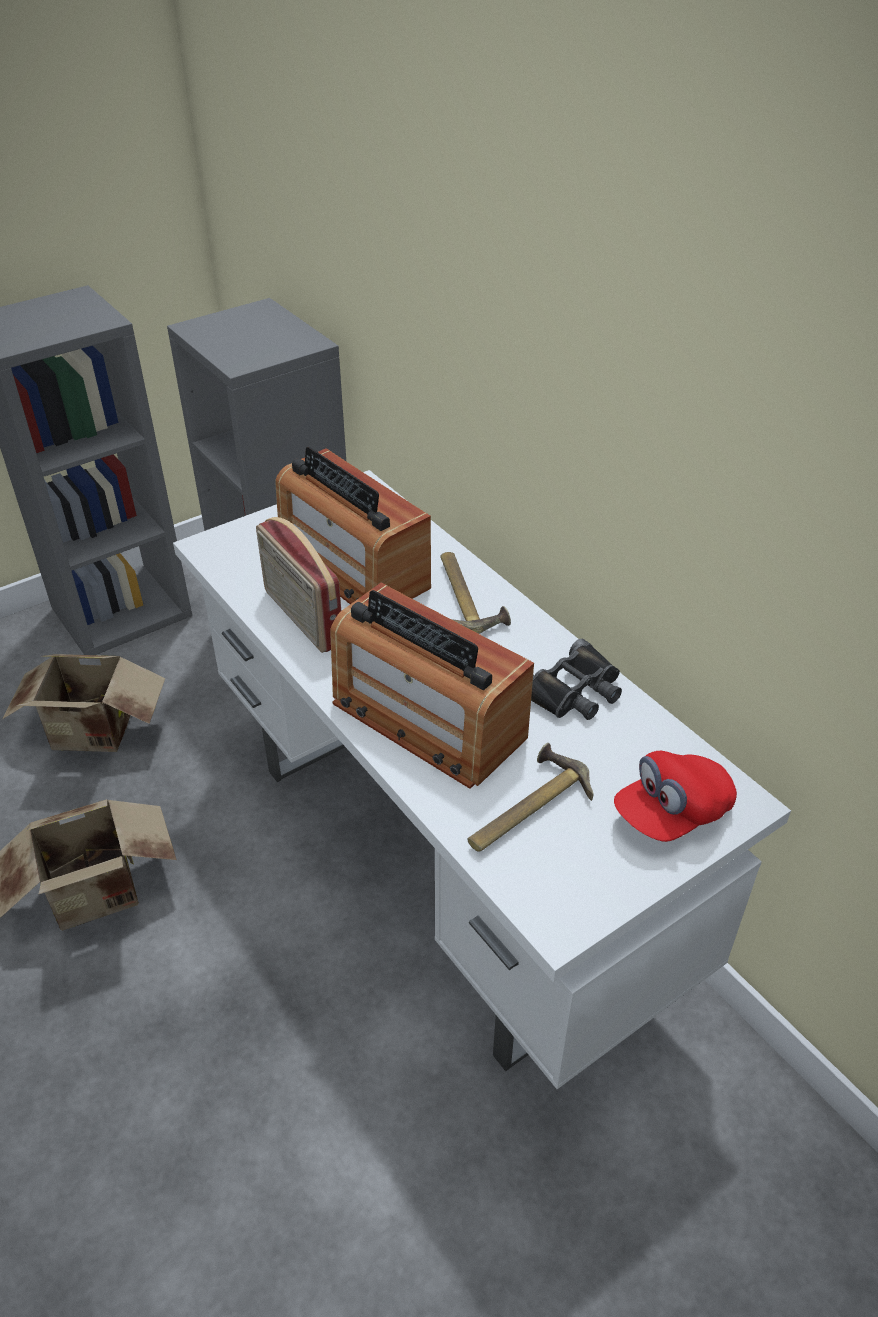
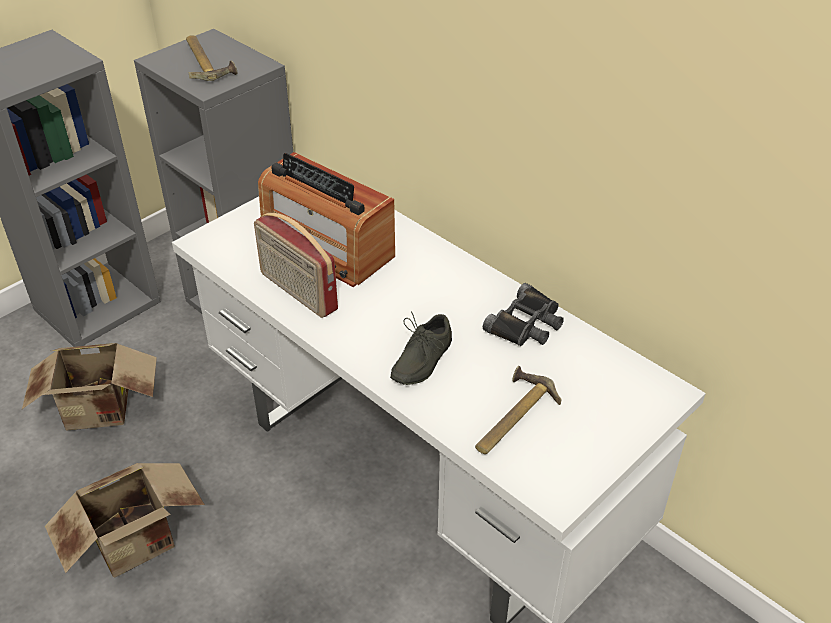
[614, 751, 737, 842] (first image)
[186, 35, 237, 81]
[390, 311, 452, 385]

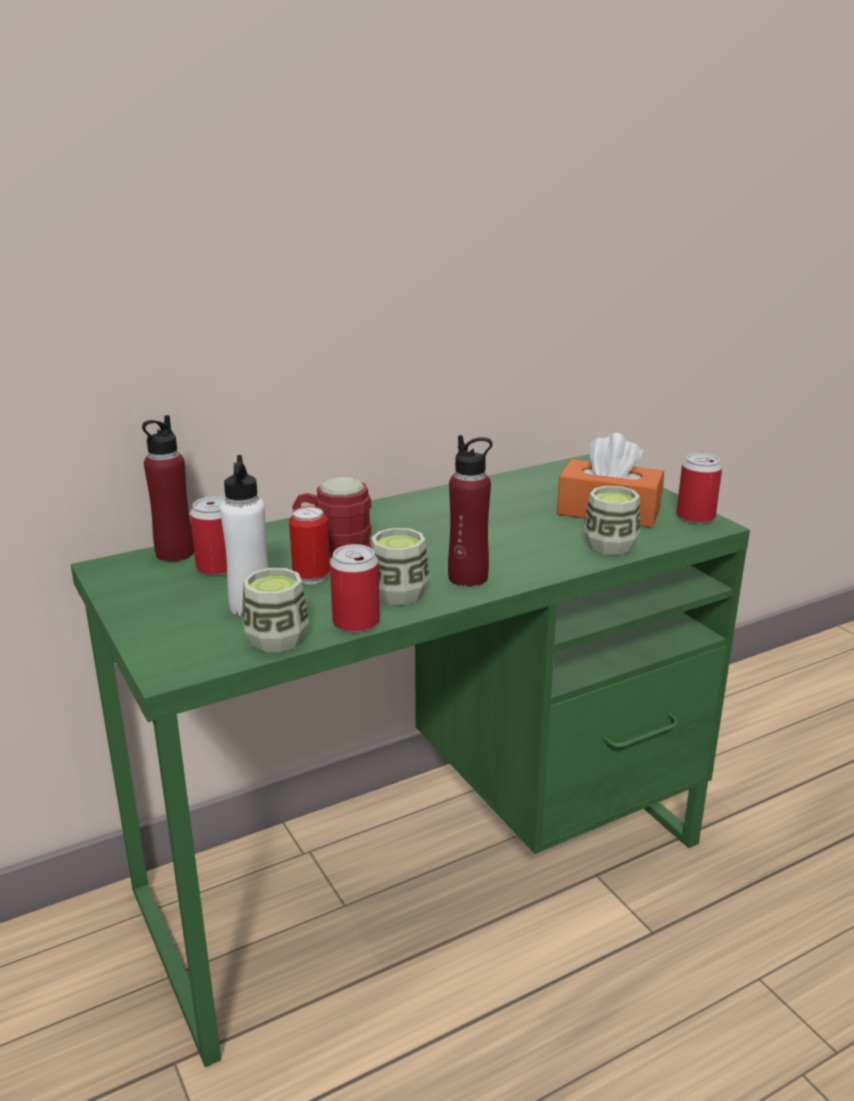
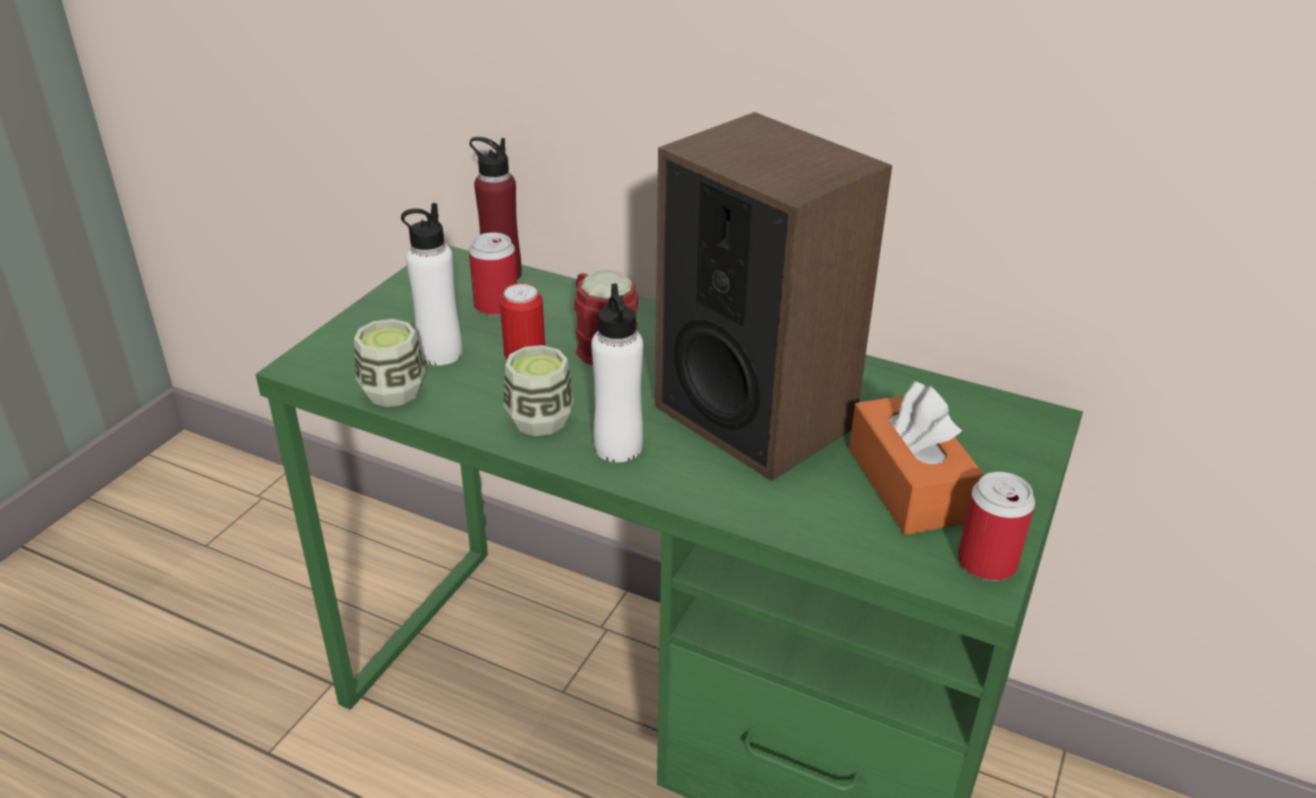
[330, 544, 380, 632] (first image)
[583, 486, 640, 555] (first image)
[655, 112, 892, 481]
[591, 283, 643, 462]

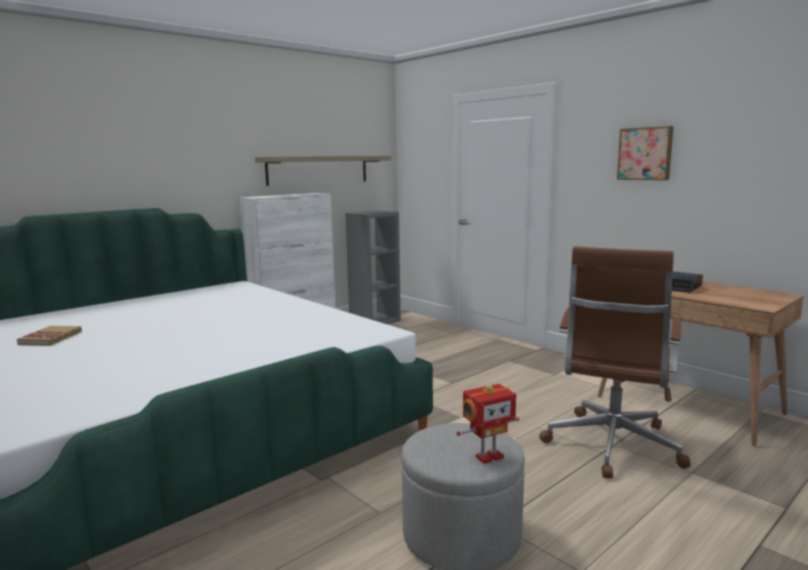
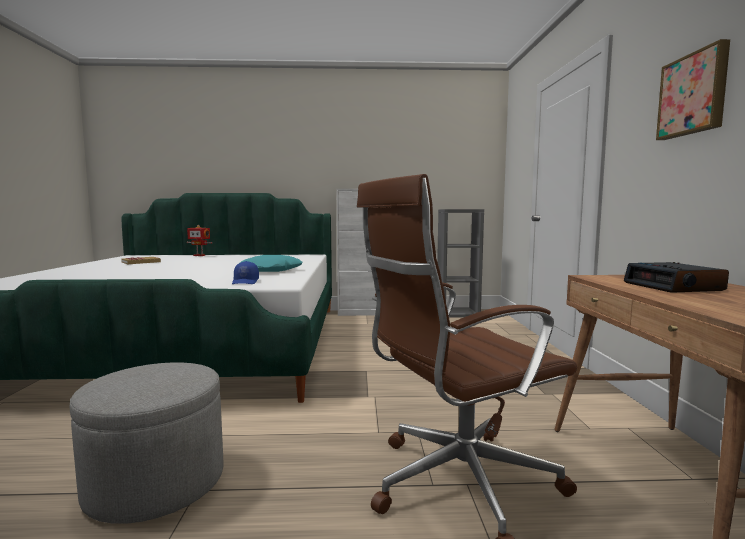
[255, 156, 391, 186] (first image)
[232, 261, 259, 284]
[240, 255, 303, 272]
[187, 225, 212, 256]

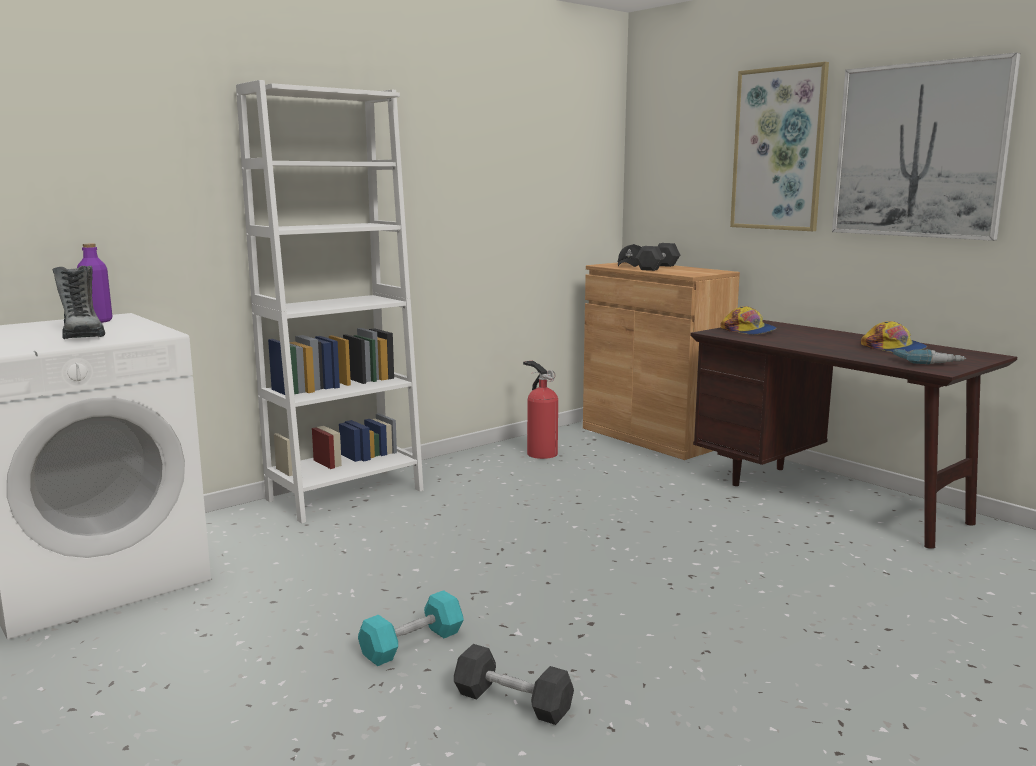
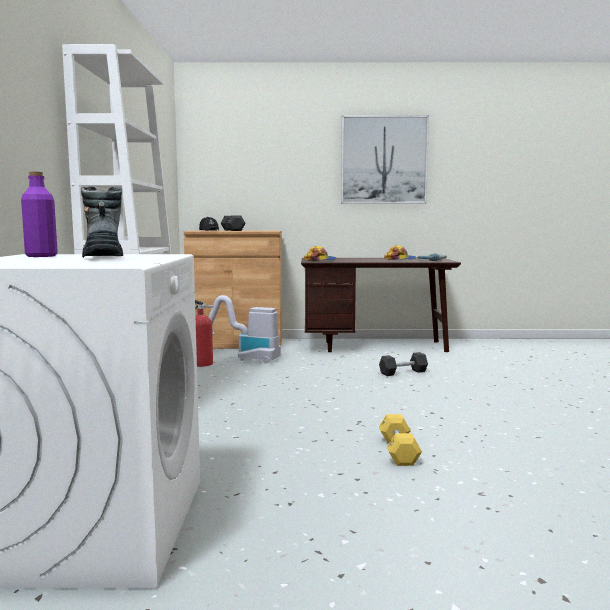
[730, 62, 829, 231] (first image)
[208, 295, 281, 364]
[379, 352, 428, 376]
[379, 414, 422, 466]
[81, 186, 123, 257]

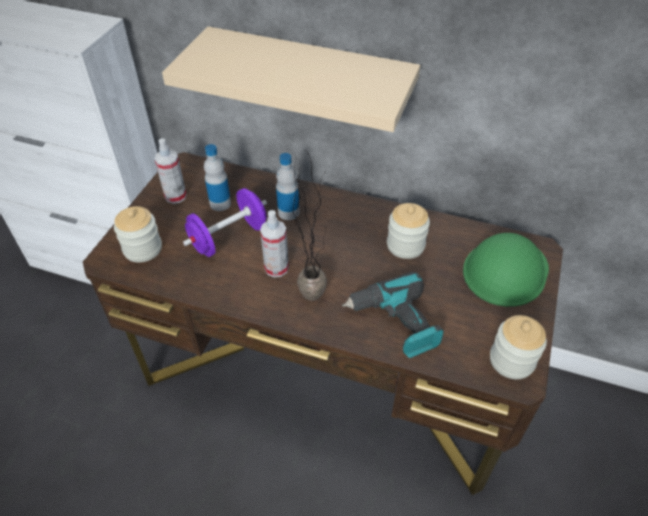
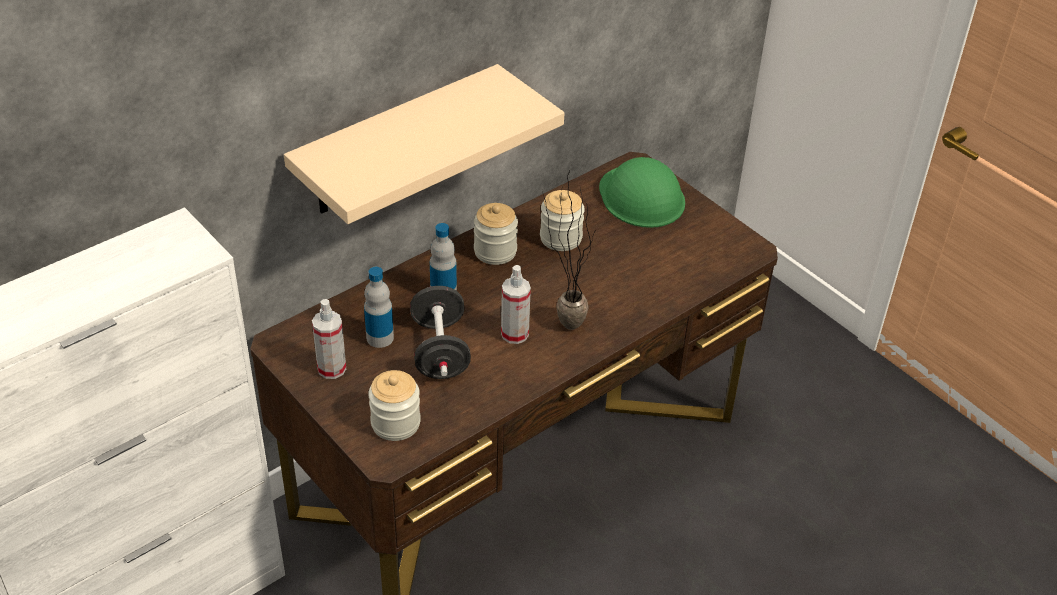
[342, 272, 444, 358] (first image)
[474, 203, 518, 265]
[410, 286, 471, 379]

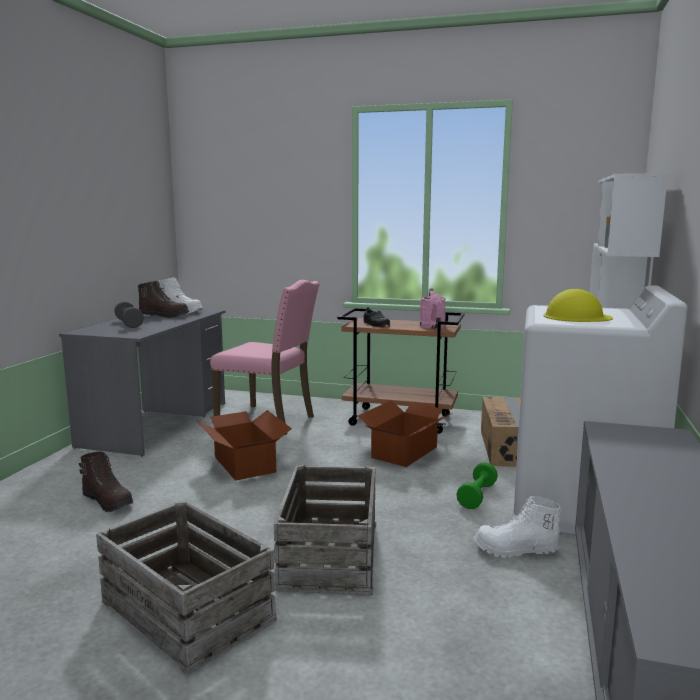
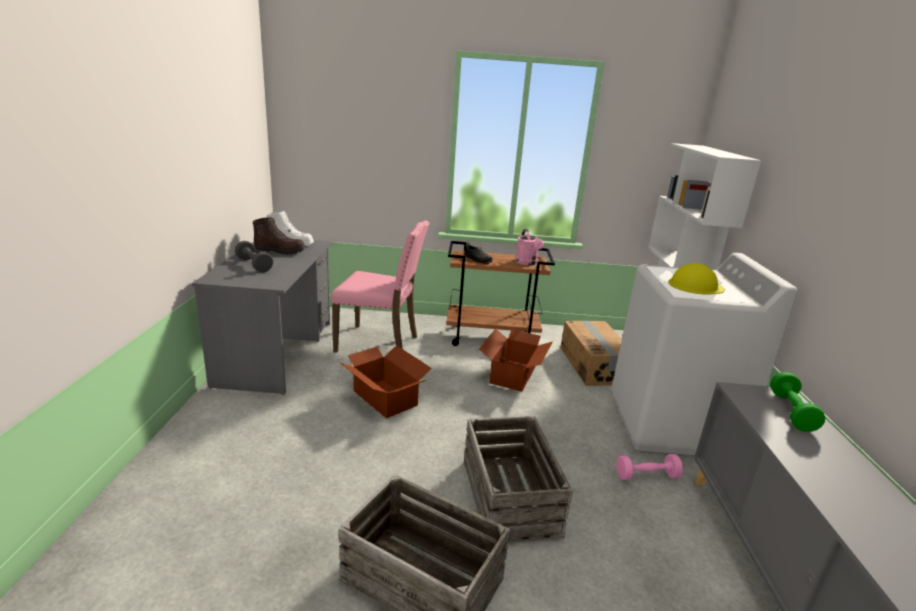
[79, 452, 133, 512] (first image)
[770, 372, 826, 432]
[616, 454, 683, 480]

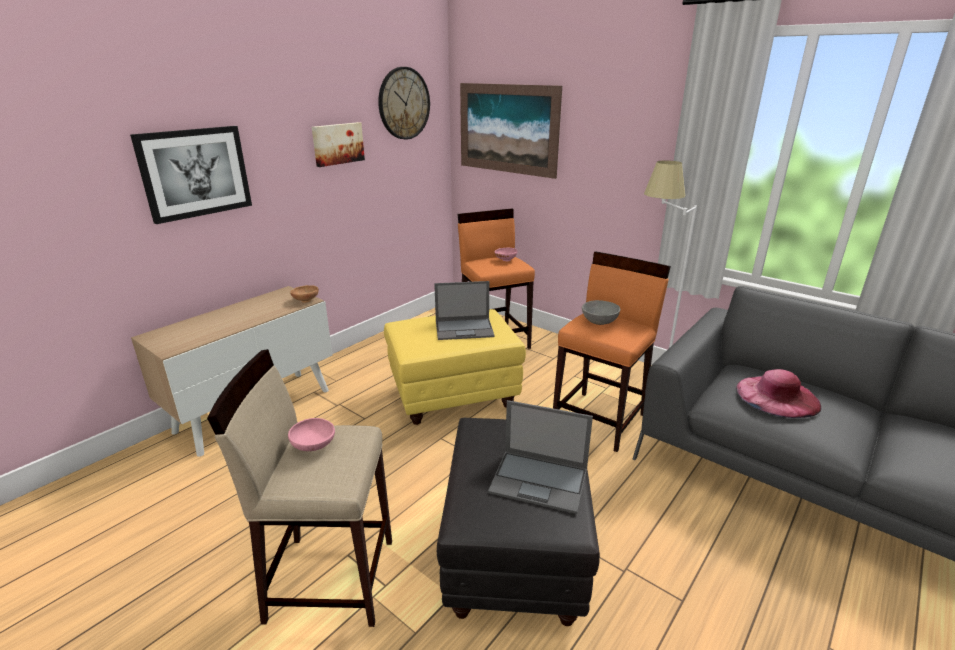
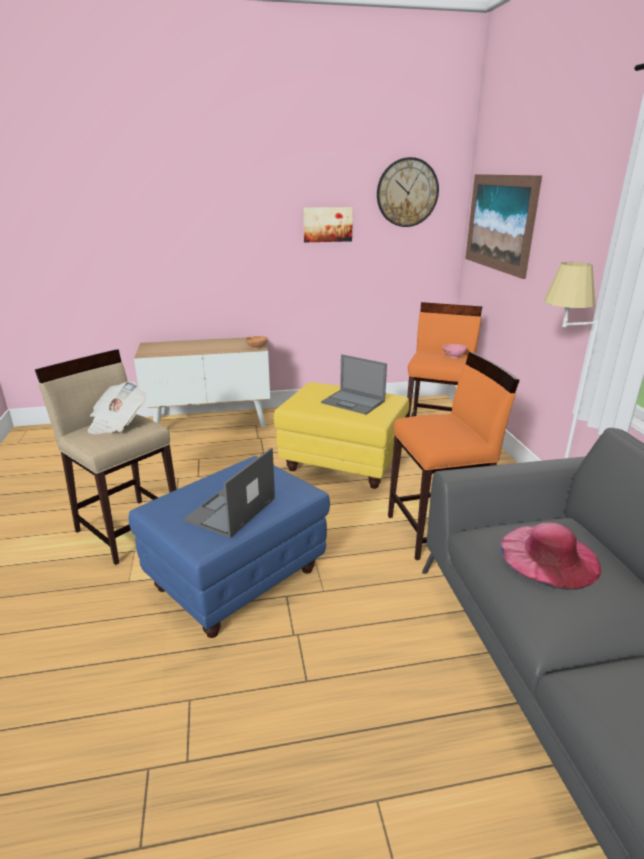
[130, 126, 252, 224] (first image)
[582, 300, 620, 325] (first image)
[87, 381, 146, 434]
[129, 456, 330, 638]
[183, 448, 275, 538]

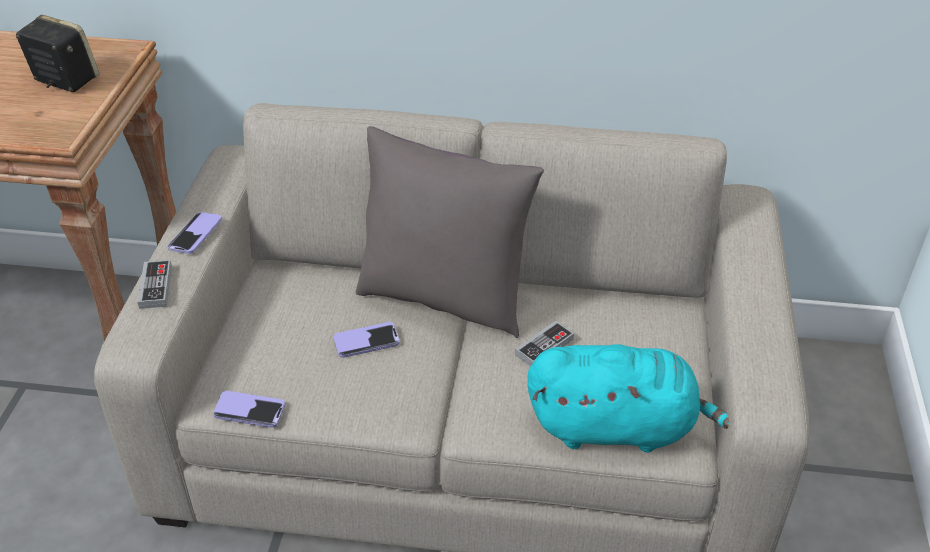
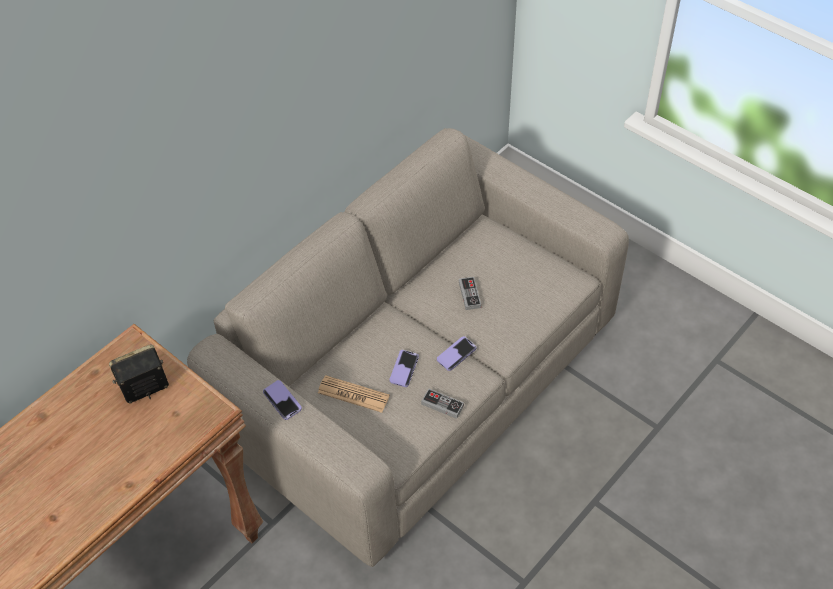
[356, 126, 544, 338] (first image)
[528, 344, 729, 453] (first image)
[318, 375, 390, 413]
[421, 389, 464, 419]
[437, 336, 476, 371]

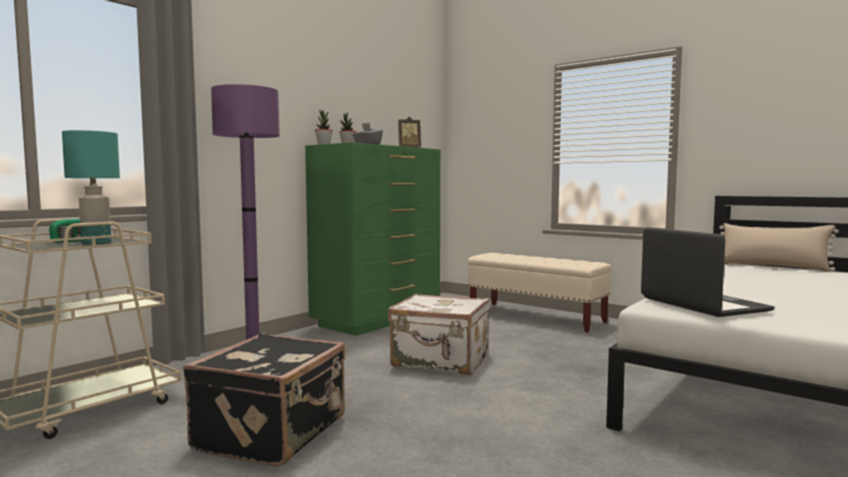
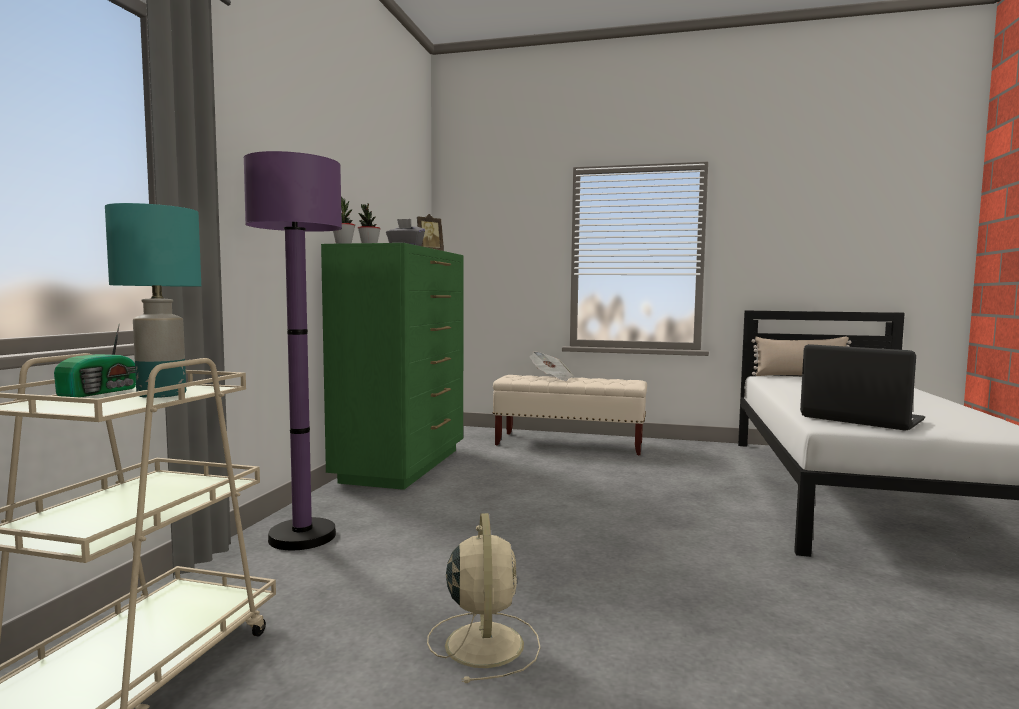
[388, 293, 490, 375] (first image)
[530, 351, 574, 381]
[427, 513, 540, 683]

